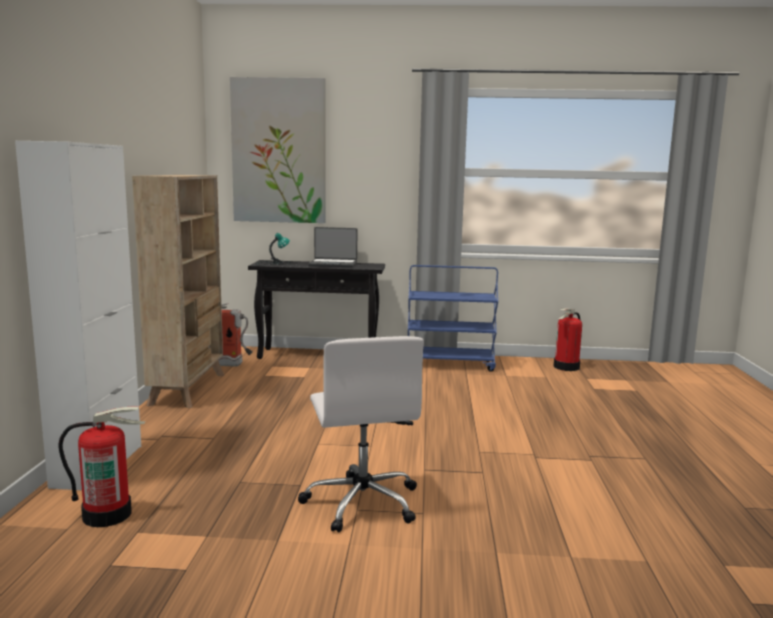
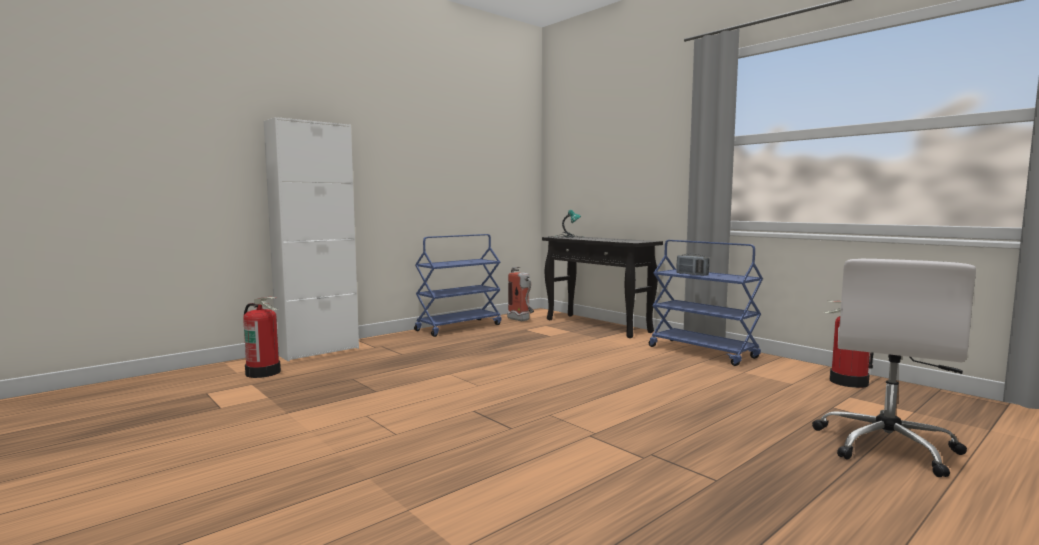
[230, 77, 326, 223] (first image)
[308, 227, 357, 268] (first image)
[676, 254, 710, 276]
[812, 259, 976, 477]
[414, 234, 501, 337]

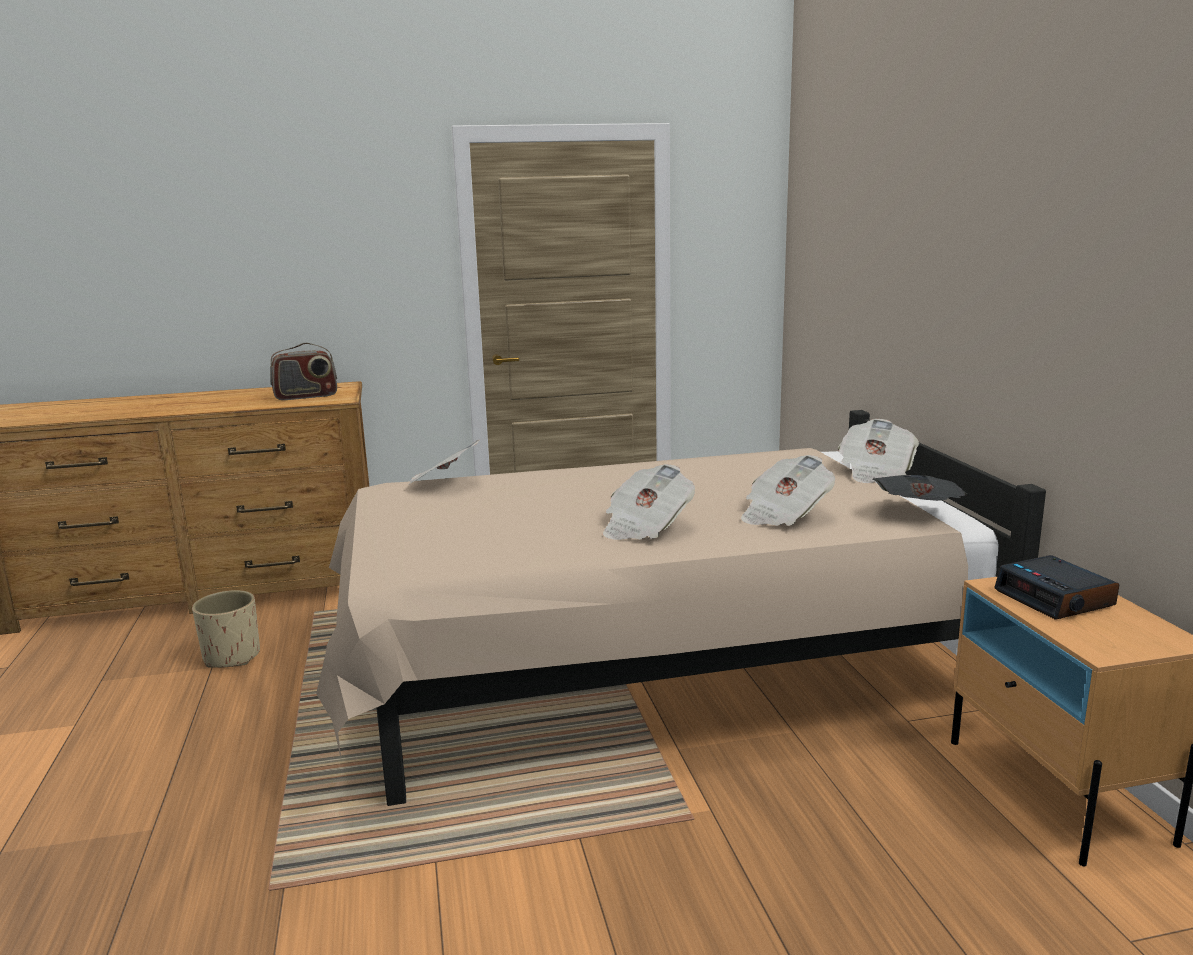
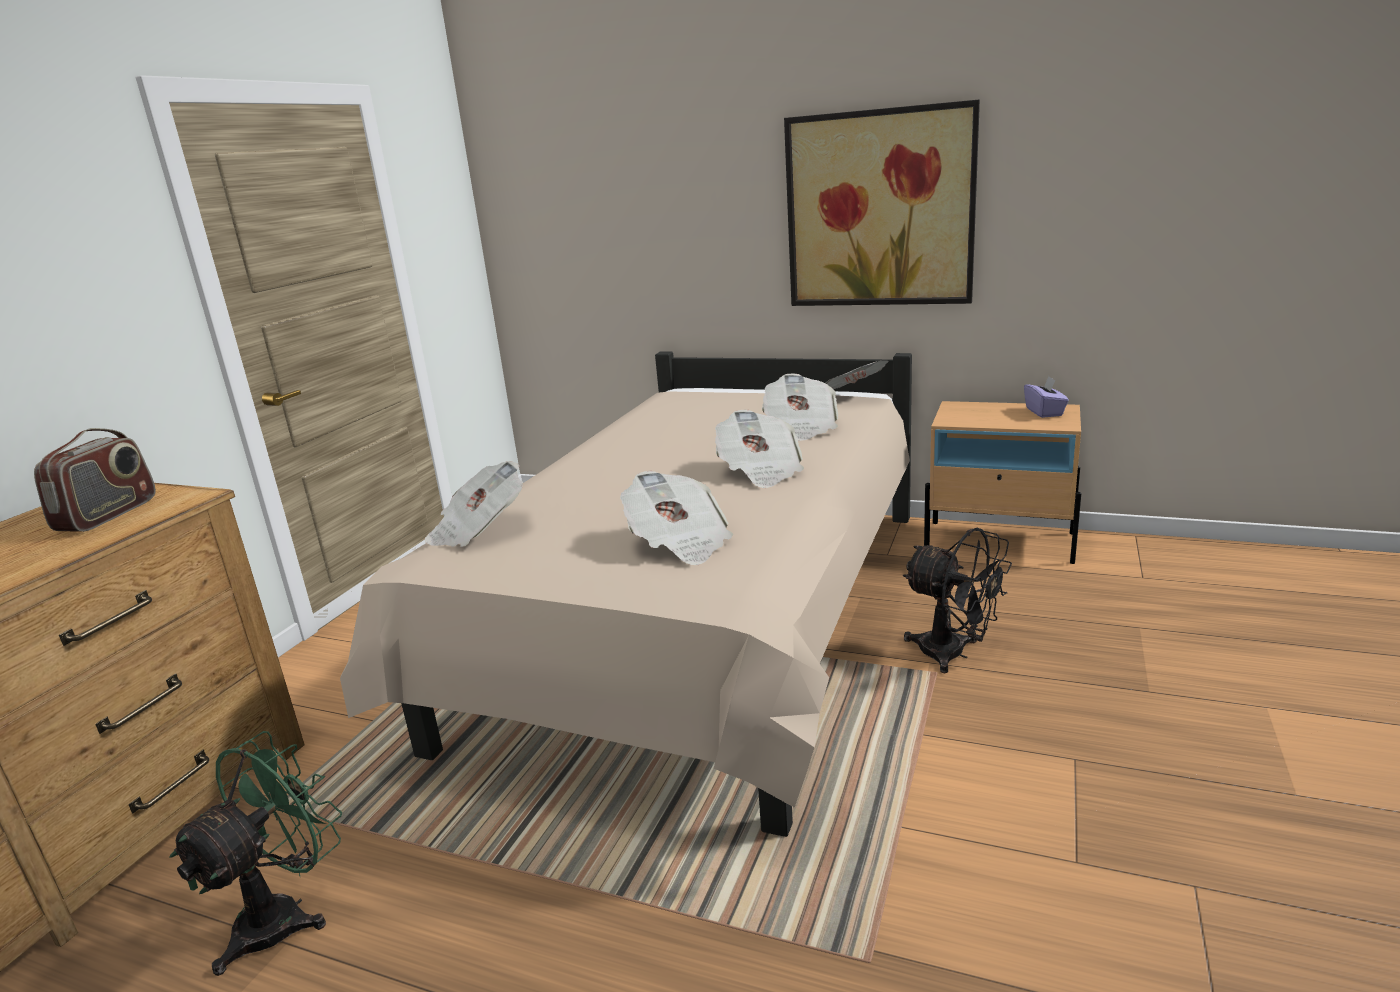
[994, 555, 1119, 620] (first image)
[784, 100, 980, 306]
[903, 528, 1012, 673]
[1024, 376, 1069, 418]
[620, 471, 733, 565]
[169, 731, 342, 976]

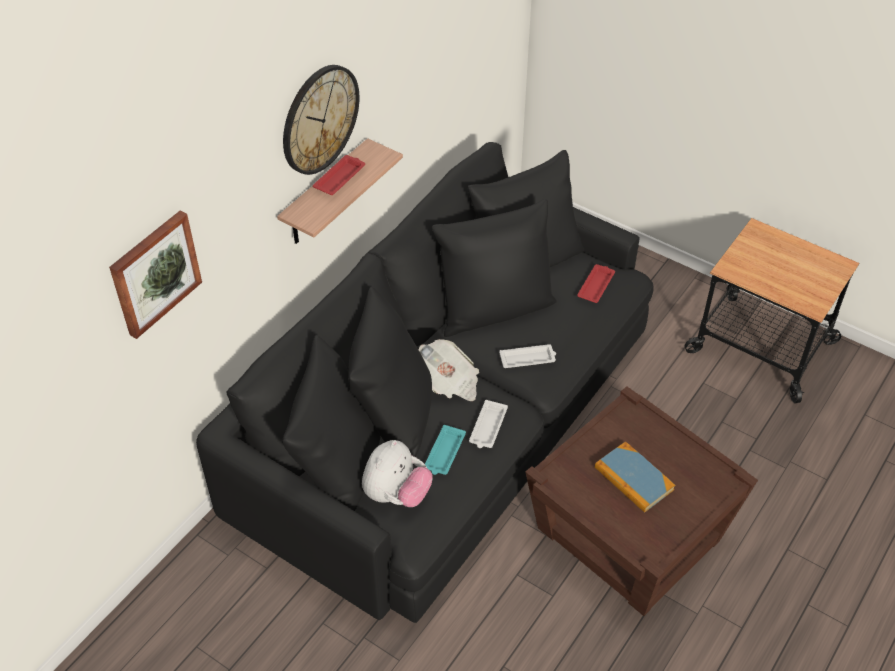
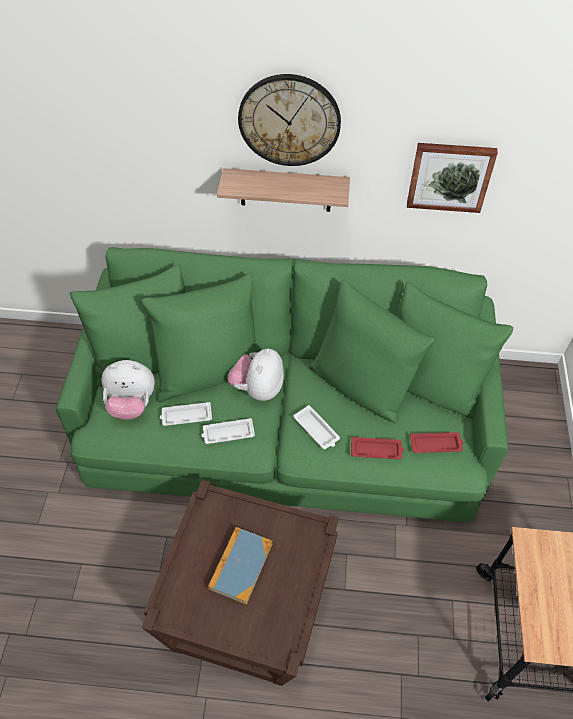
[407, 143, 498, 213]
[351, 437, 404, 459]
[228, 349, 284, 401]
[56, 247, 513, 523]
[160, 402, 212, 426]

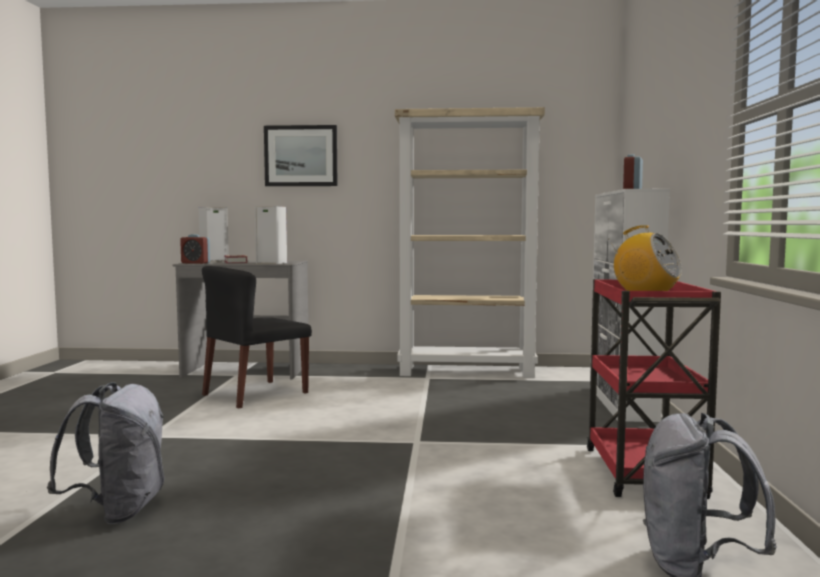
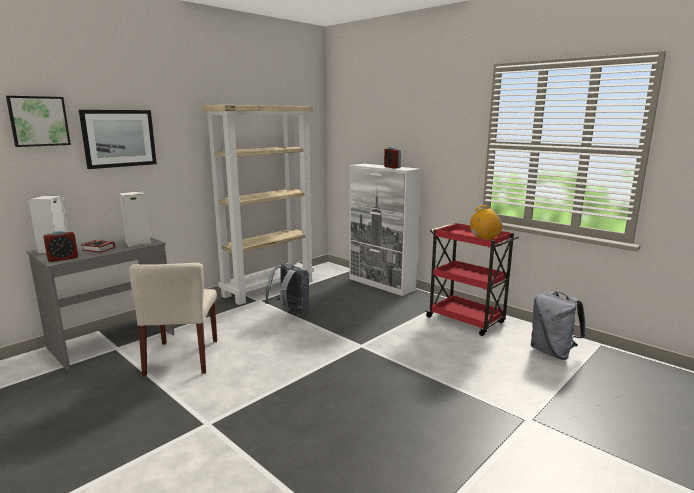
[6, 96, 71, 147]
[265, 264, 309, 317]
[129, 263, 217, 376]

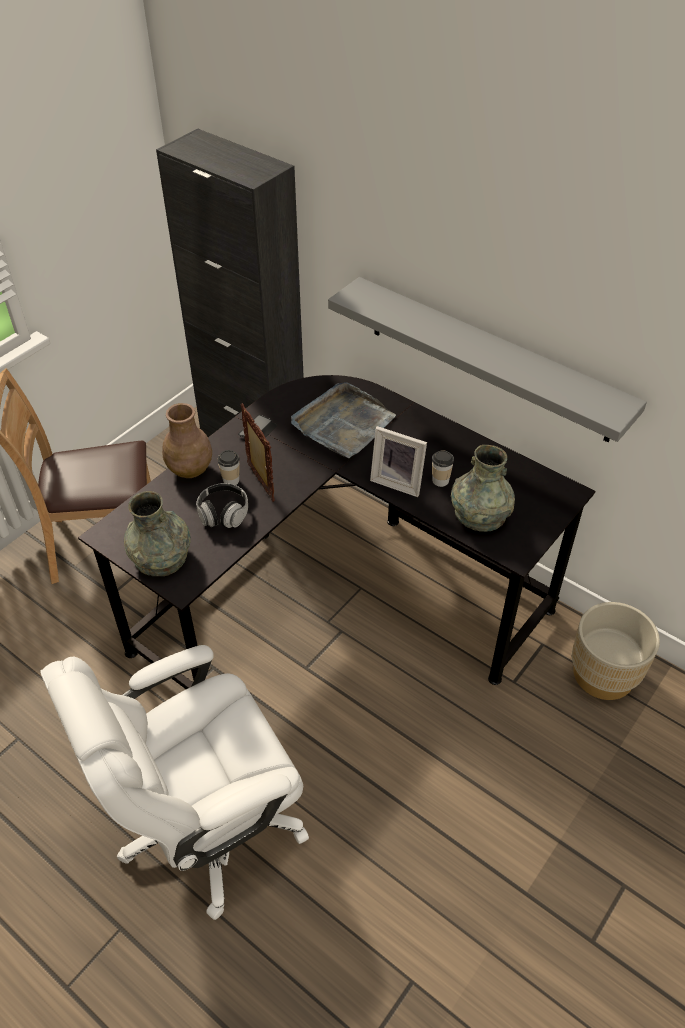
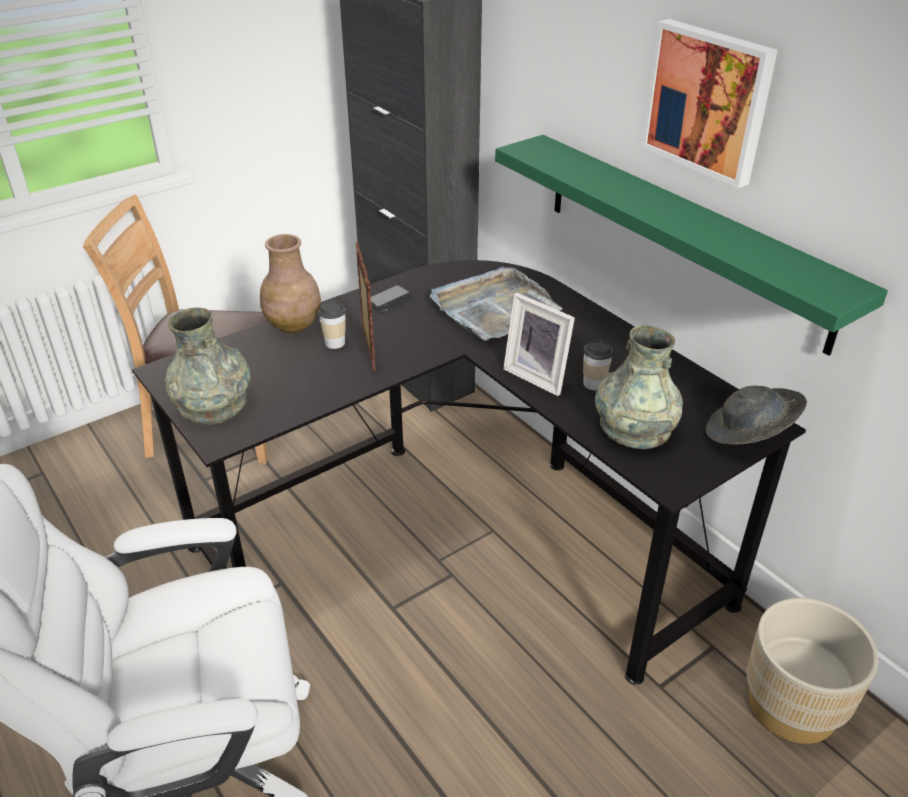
[196, 483, 248, 528] (first image)
[641, 19, 778, 188]
[706, 386, 807, 445]
[495, 135, 888, 356]

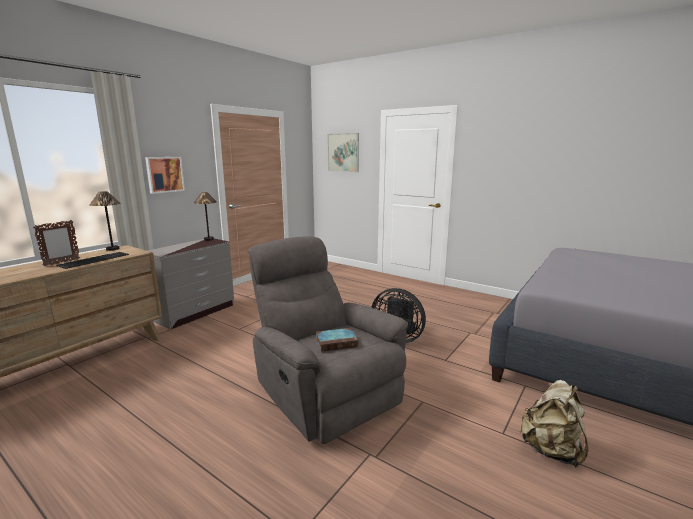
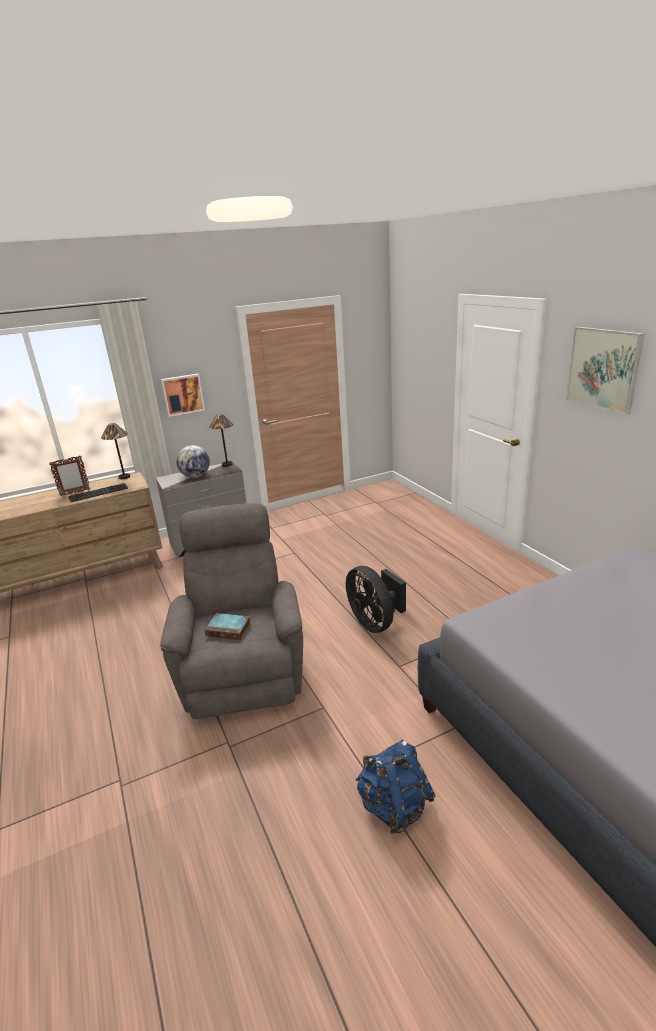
[176, 445, 210, 478]
[566, 327, 644, 414]
[356, 739, 436, 834]

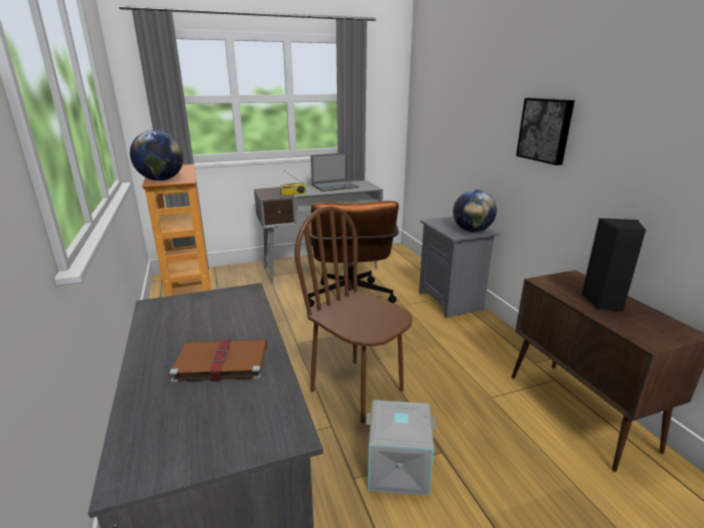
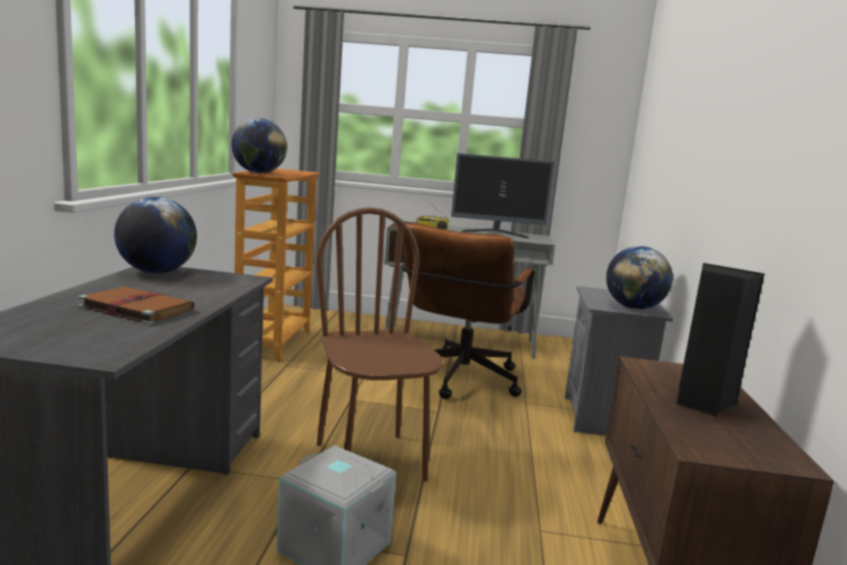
[516, 98, 575, 165] (first image)
[114, 197, 197, 273]
[451, 153, 555, 239]

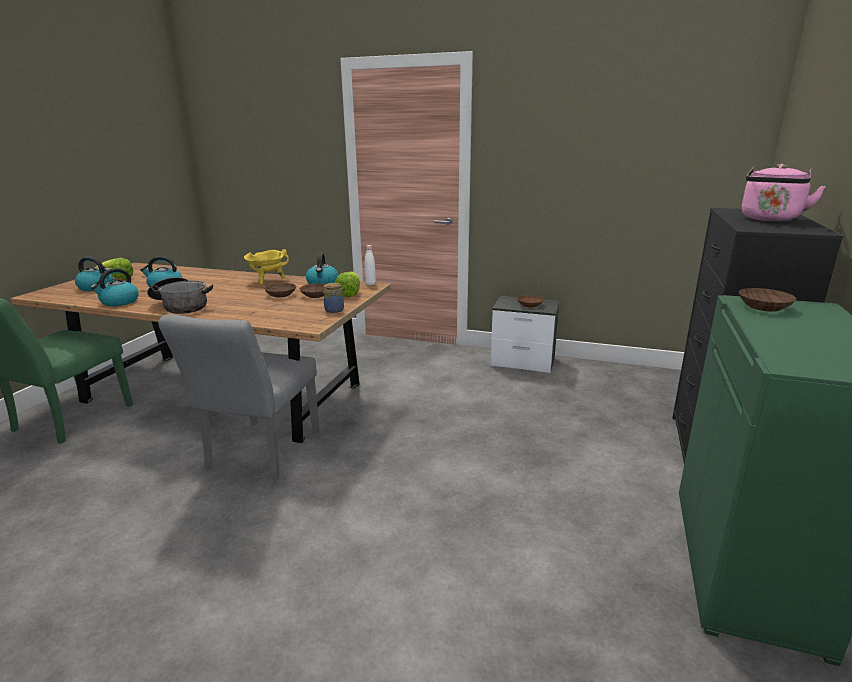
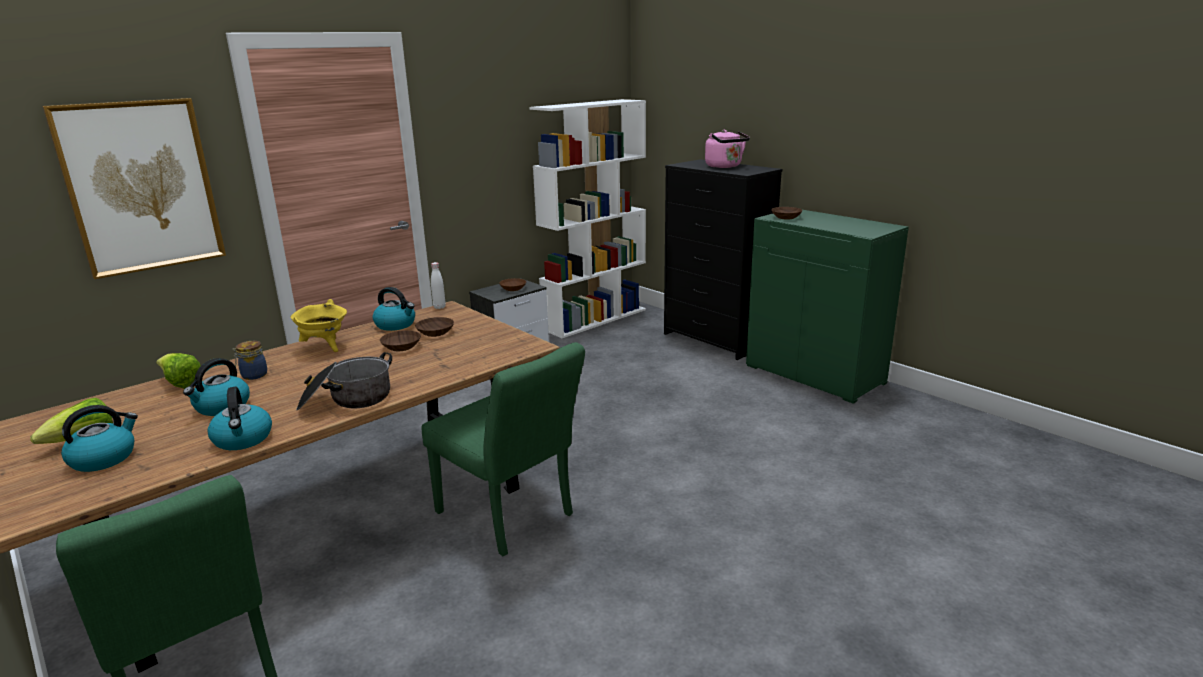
[42, 98, 226, 279]
[529, 99, 646, 338]
[232, 341, 267, 380]
[156, 353, 201, 389]
[422, 342, 585, 556]

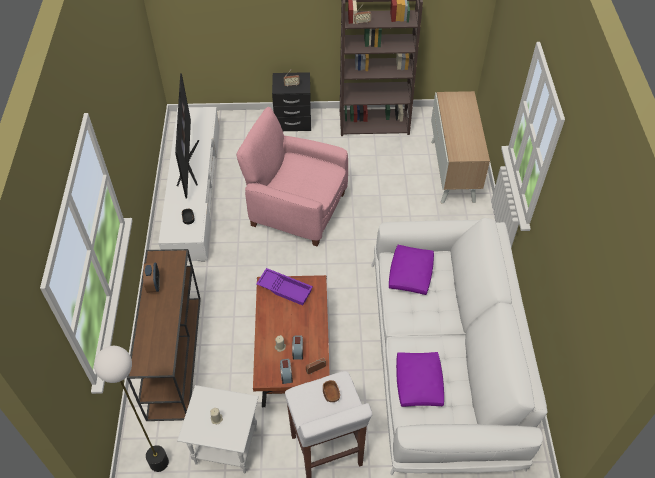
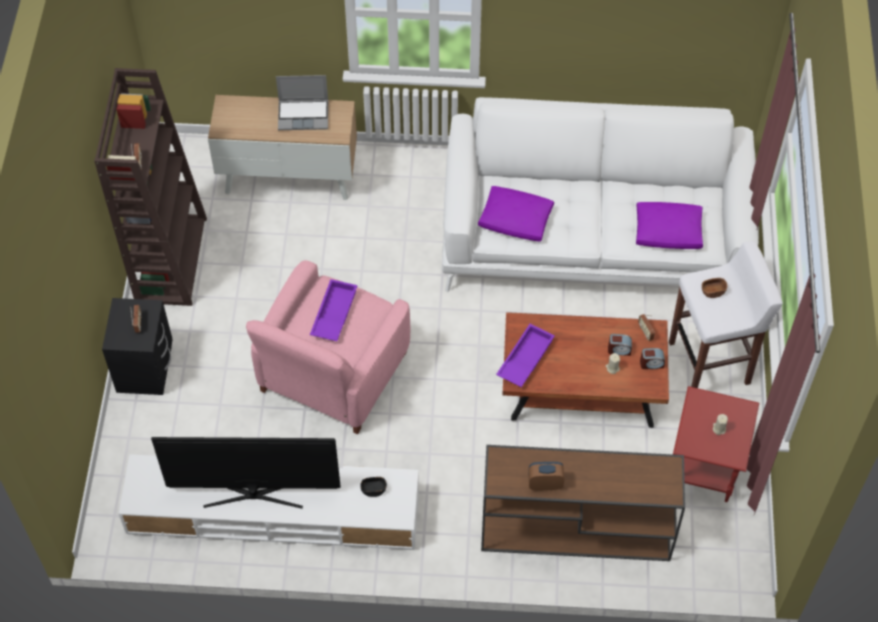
[94, 346, 169, 472] (first image)
[276, 75, 328, 130]
[310, 279, 357, 341]
[673, 386, 759, 502]

